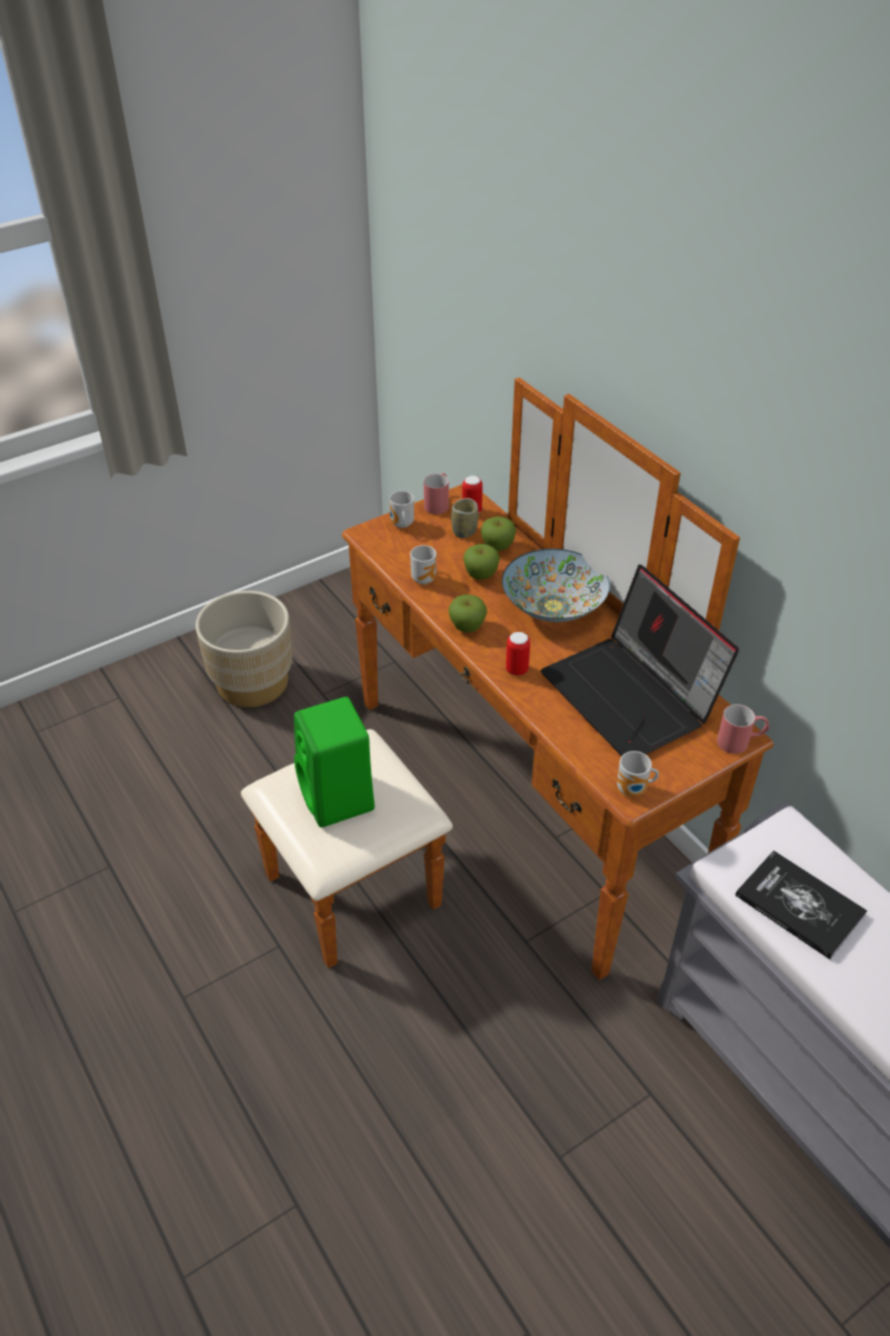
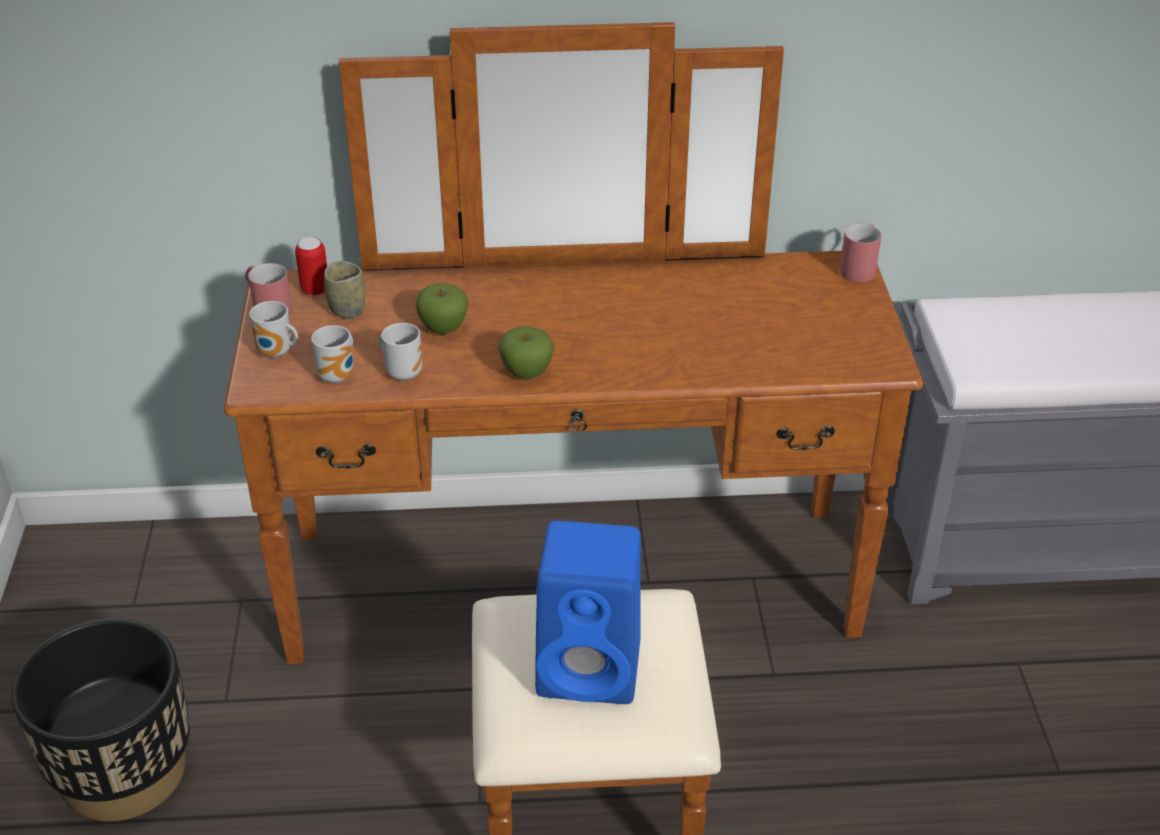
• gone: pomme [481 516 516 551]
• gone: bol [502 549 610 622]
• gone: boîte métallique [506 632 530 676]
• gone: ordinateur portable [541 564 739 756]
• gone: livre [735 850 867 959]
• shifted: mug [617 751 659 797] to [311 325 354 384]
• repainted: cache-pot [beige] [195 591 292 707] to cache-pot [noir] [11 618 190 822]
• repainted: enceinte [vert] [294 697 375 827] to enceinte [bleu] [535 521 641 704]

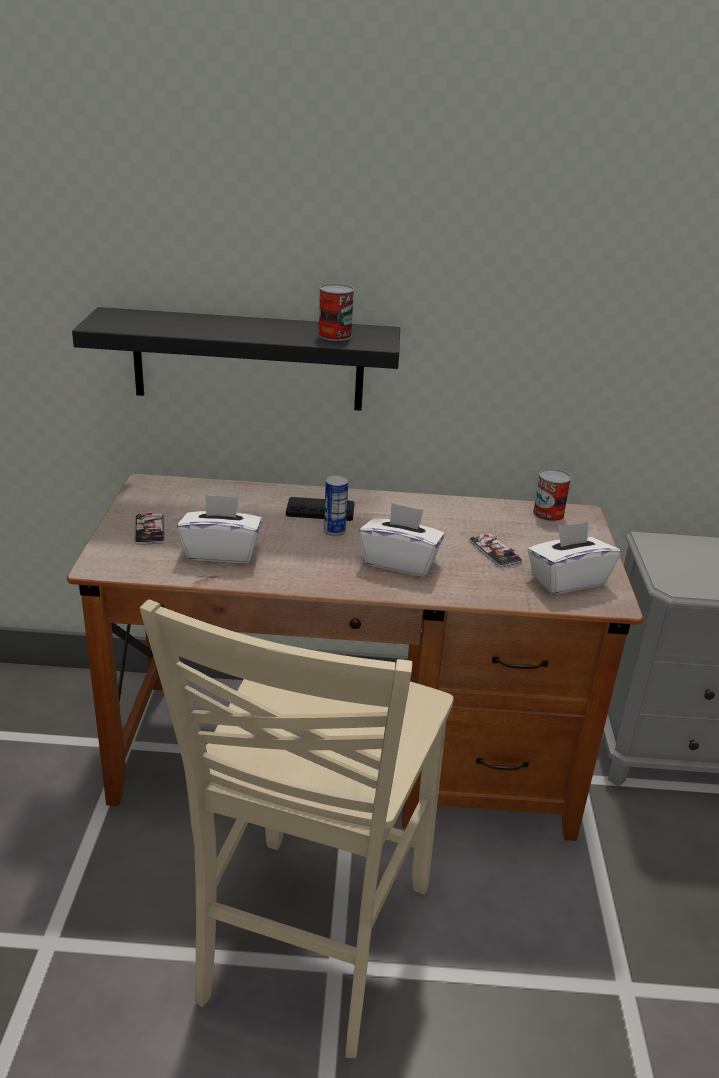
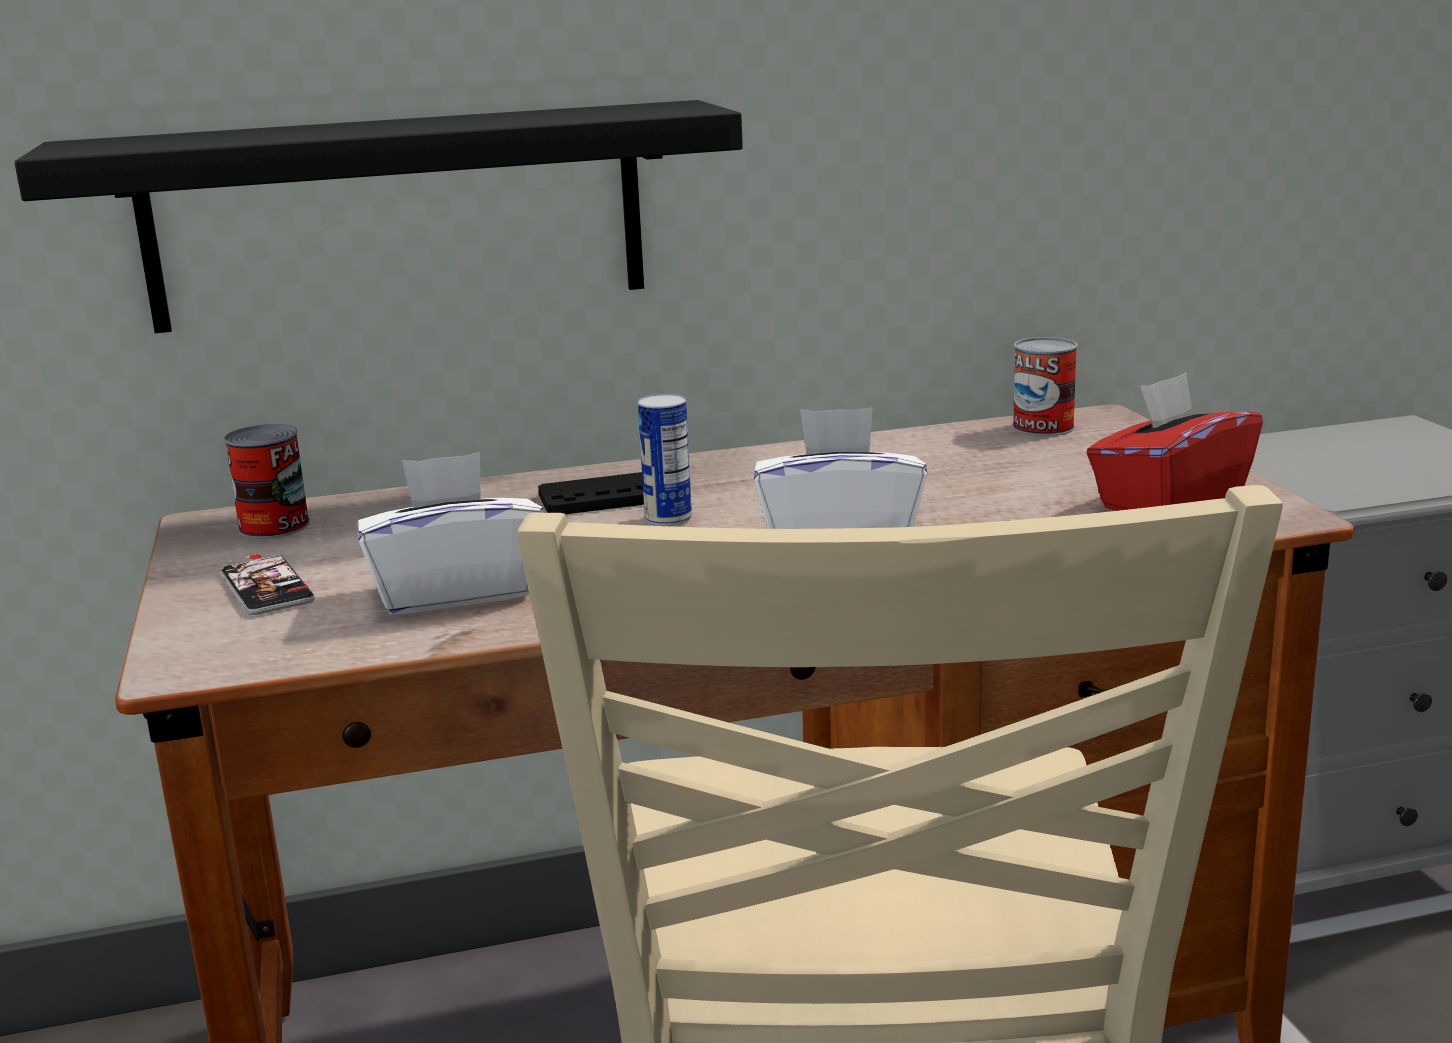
• gone: téléphone [469 532 522 567]
• shifted: boîte métallique [318 284 354 341] to [224 424 310 539]
• repainted: boîte à mouchoirs [blanc] [528 522 620 594] to boîte à mouchoirs [rouge] [1086 373 1263 511]

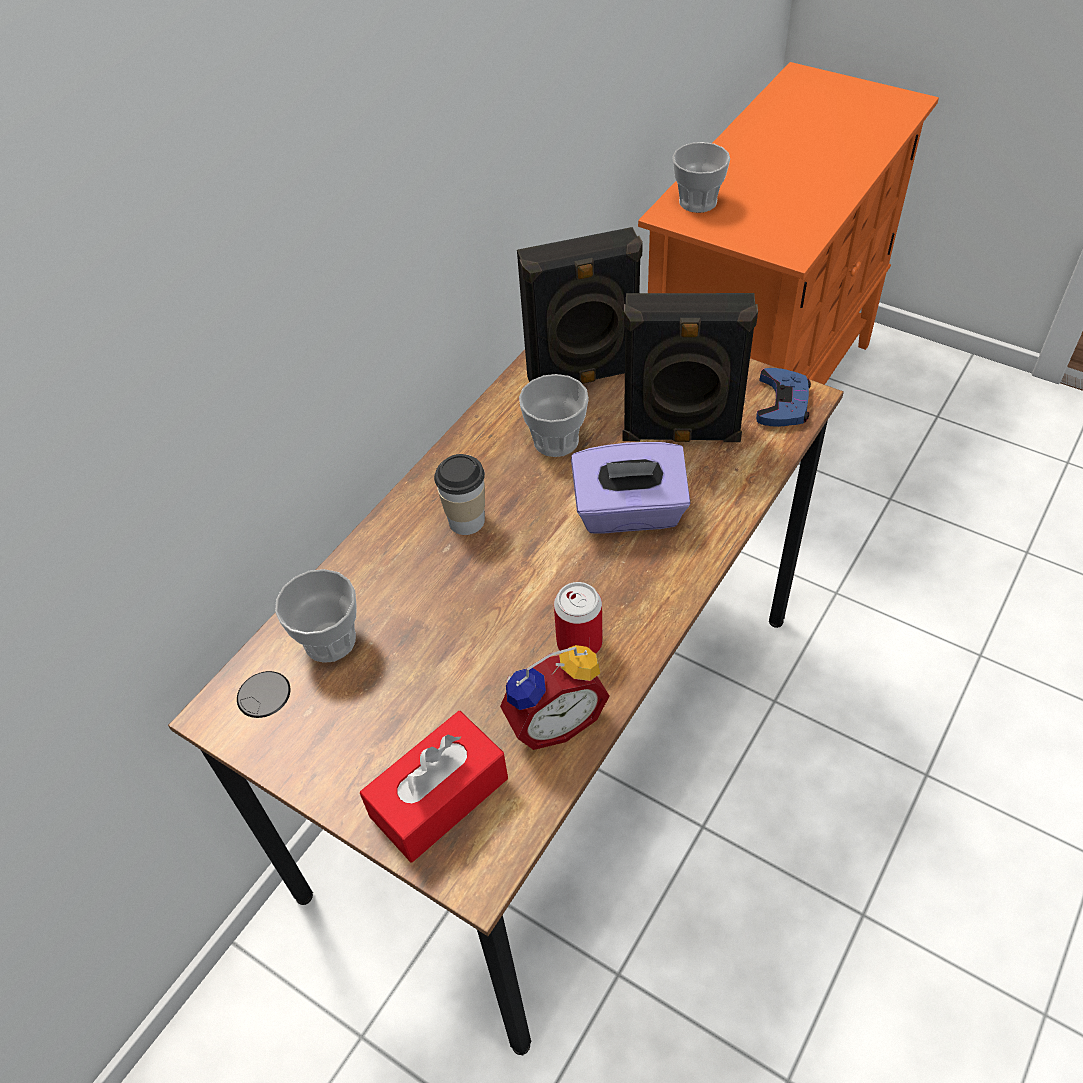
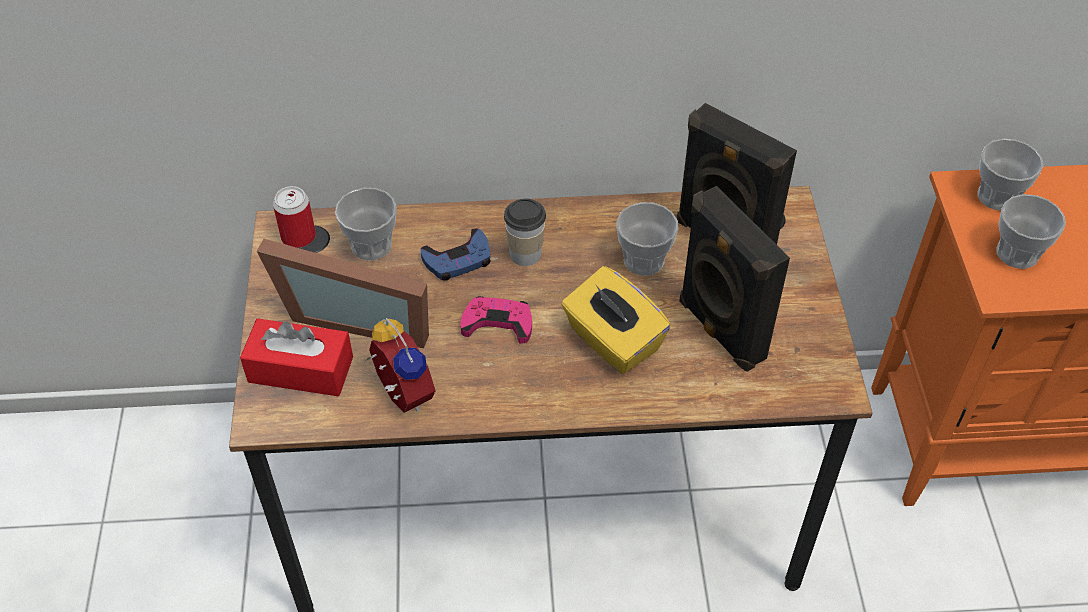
• new: cadre photo [257 238 429 348]
• new: manette [rose] [460 296 532 344]
• new: tasse [996 194 1066 269]
• shifted: boîte métallique [554 582 602 654] to [273 186 316 248]
• shifted: manette [bleu] [756 368 811 427] to [421 228 491 281]
• repainted: boîte à mouchoirs [violet] [571 442 690 533] to boîte à mouchoirs [jaune] [561 266 671 374]
• rotated: réveil [500 645 610 750] = [365 318 436 413] 150 degrees counterclockwise

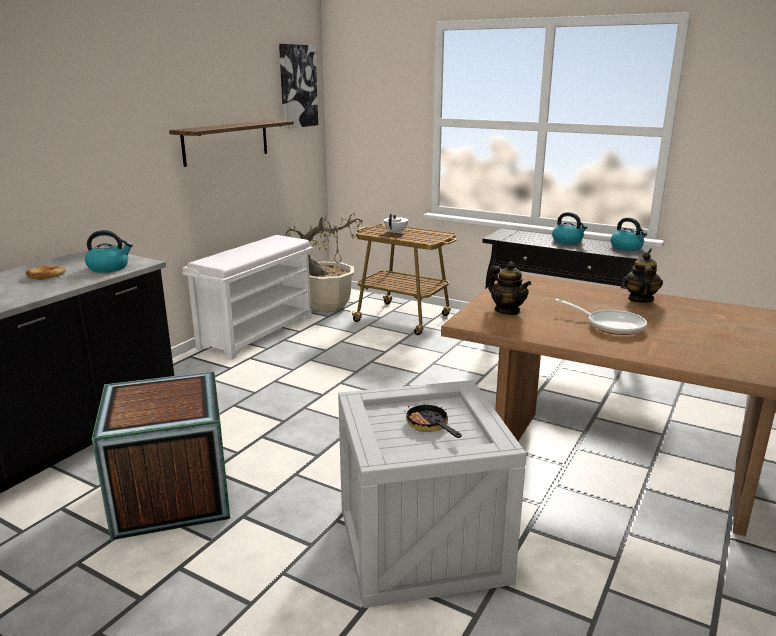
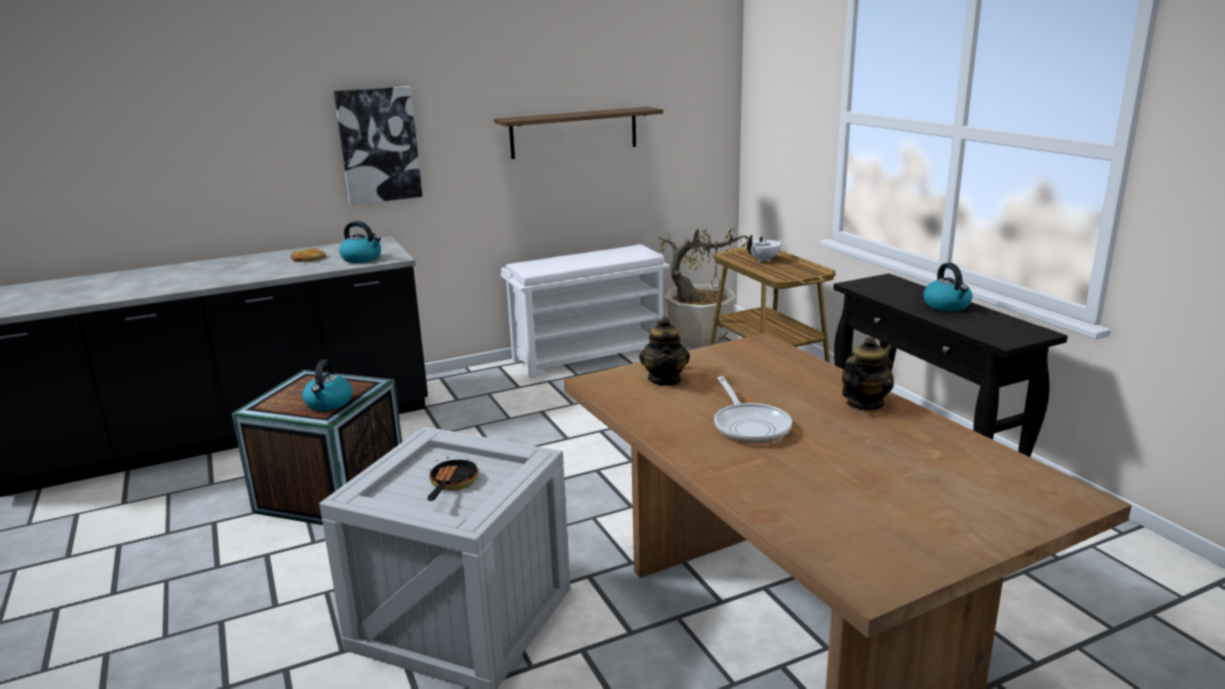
• shifted: tableau [279 44 318 129] to [334 86 422 205]
• shifted: bouilloire [611 217 647 251] to [302 359 353 411]

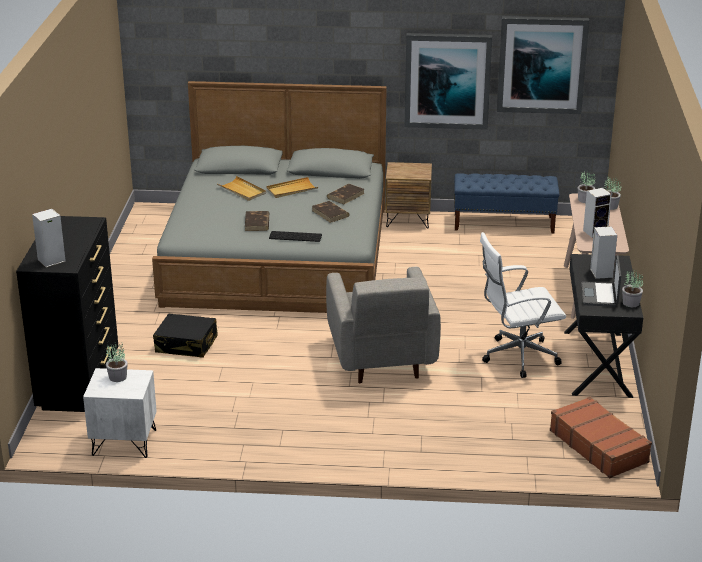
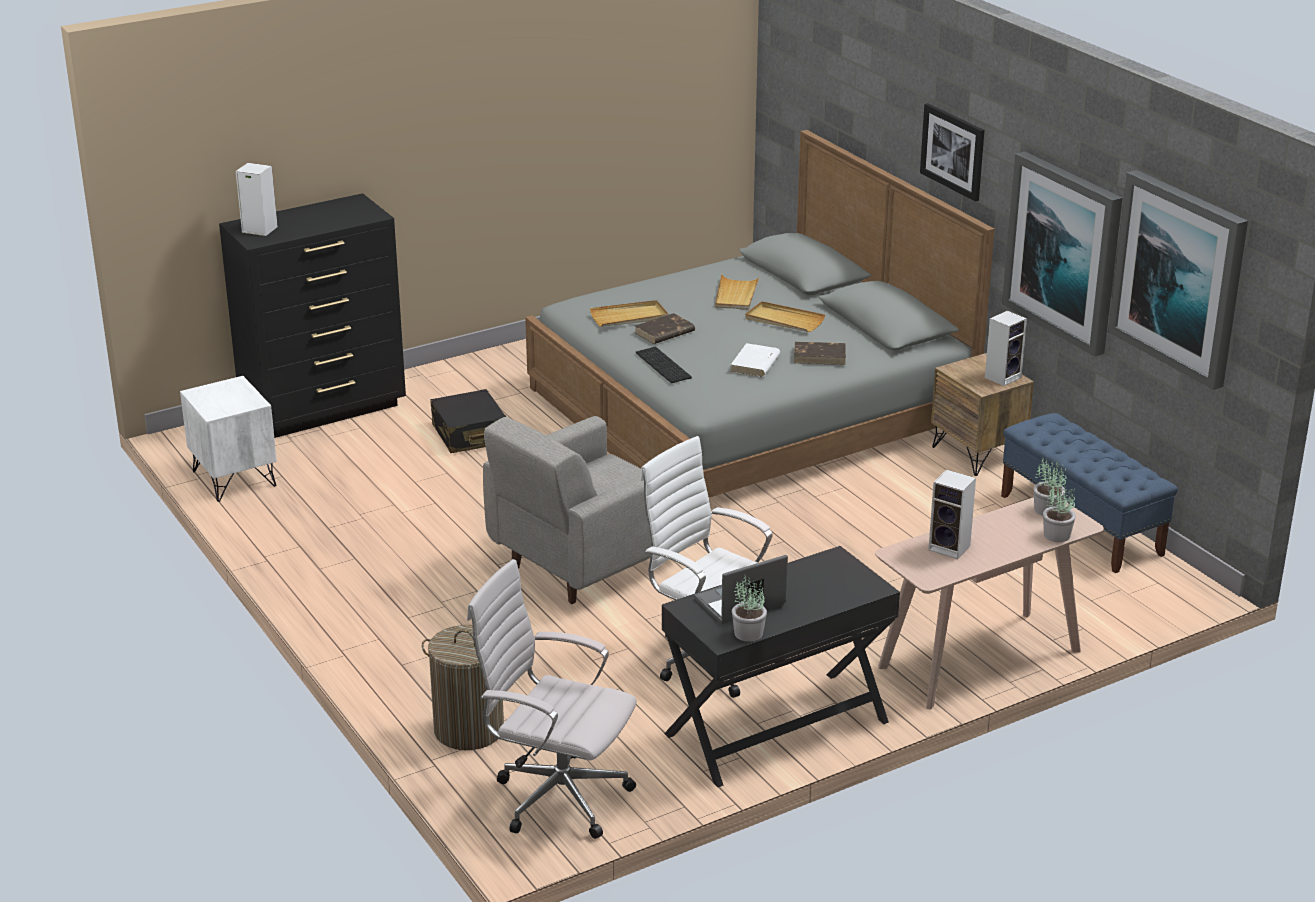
• gone: plante en pot [106 342 128 382]
• new: panier à linge [422 625 504 750]
• new: plateau [beige] [590 300 668 327]
• new: tableau [920 103 984 202]
• shifted: enceinte [590 226 617 279] to [985 311 1027 386]
• swapped: valise [marron] [550 397 652 478] to chaise de bureau [blanc] [467 559 637 839]
• repainted: livre [marron] [312 201 350 223] to livre [blanc] [730 343 780 377]

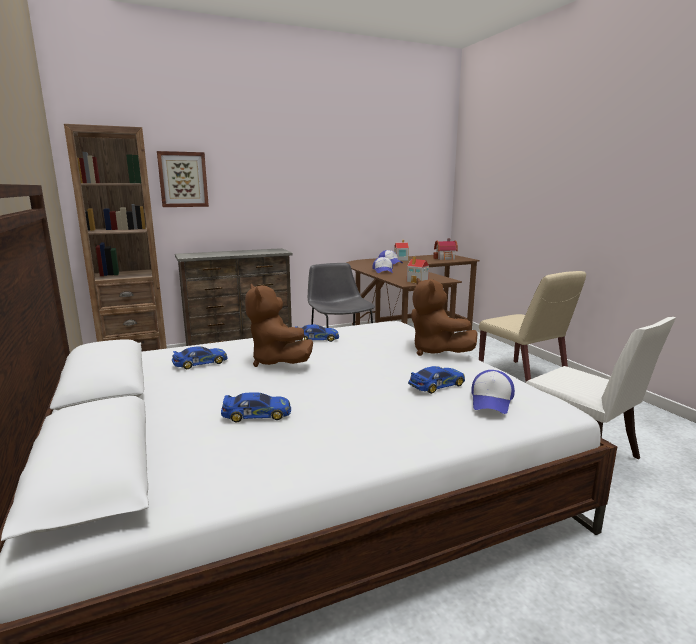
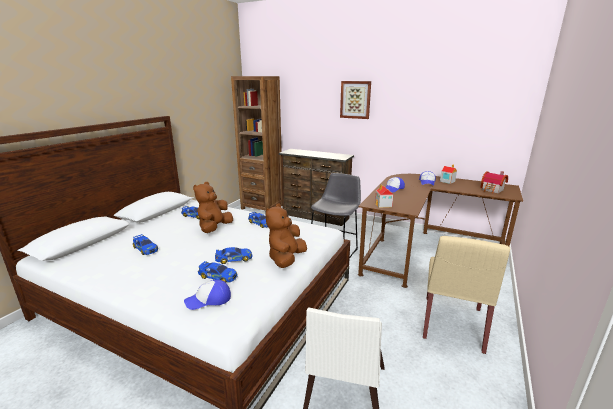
• new: petite voiture [215 247 252 264]
• shifted: tableau [157 151 209 207] to [340 81 371 119]

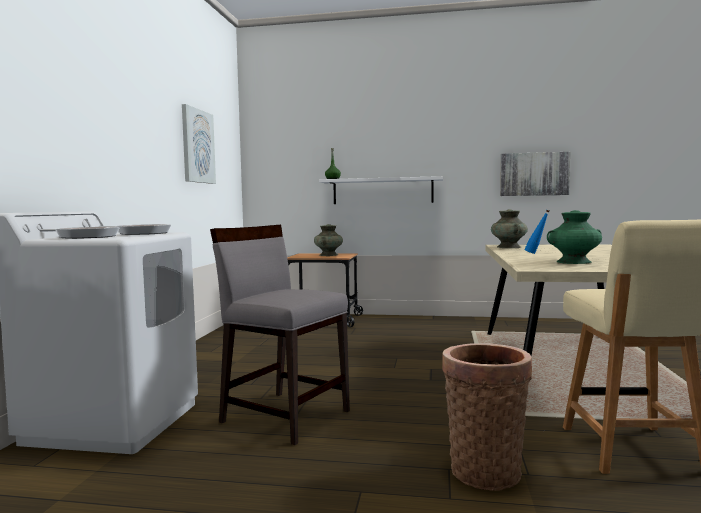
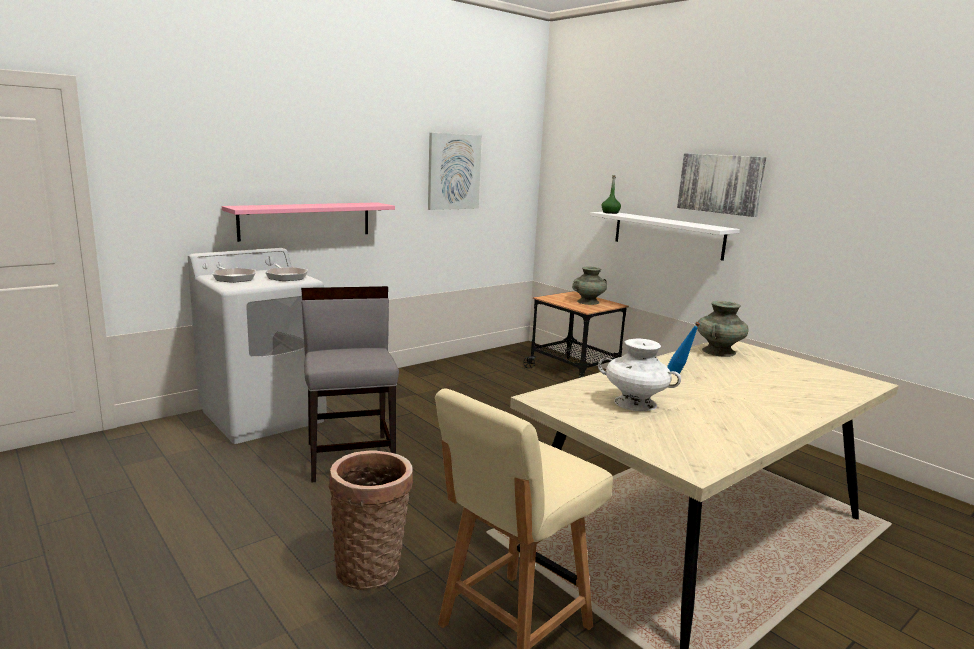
• new: étagère [rose] [222 202 395 242]
• shifted: tableau [500 152 570 196] to [677 153 766 217]
• repainted: vase [vert] [547 210 602 264] to vase [blanc] [598 339 681 411]

